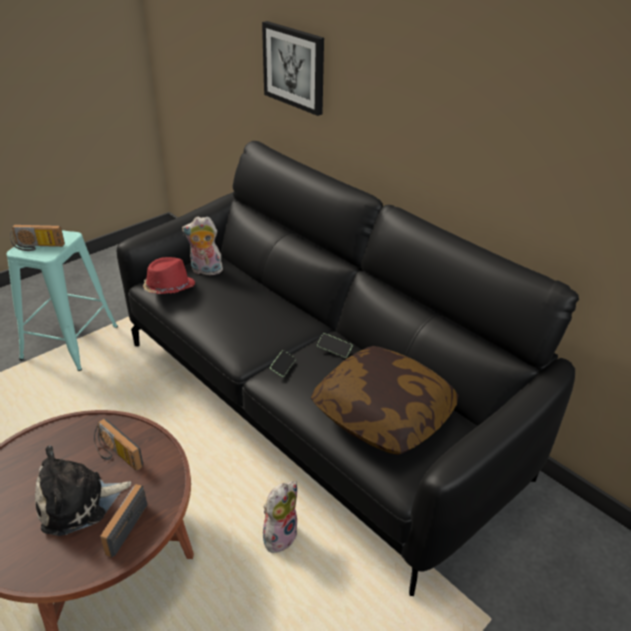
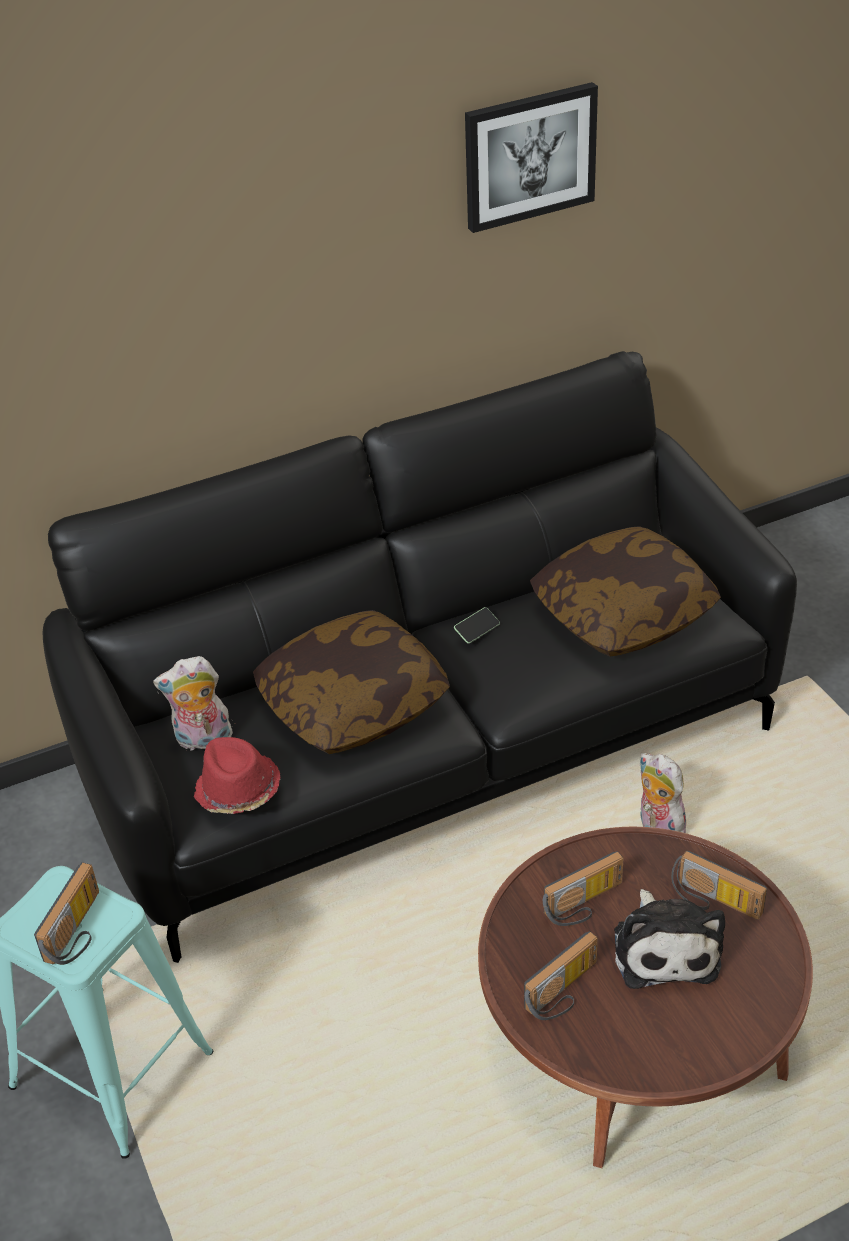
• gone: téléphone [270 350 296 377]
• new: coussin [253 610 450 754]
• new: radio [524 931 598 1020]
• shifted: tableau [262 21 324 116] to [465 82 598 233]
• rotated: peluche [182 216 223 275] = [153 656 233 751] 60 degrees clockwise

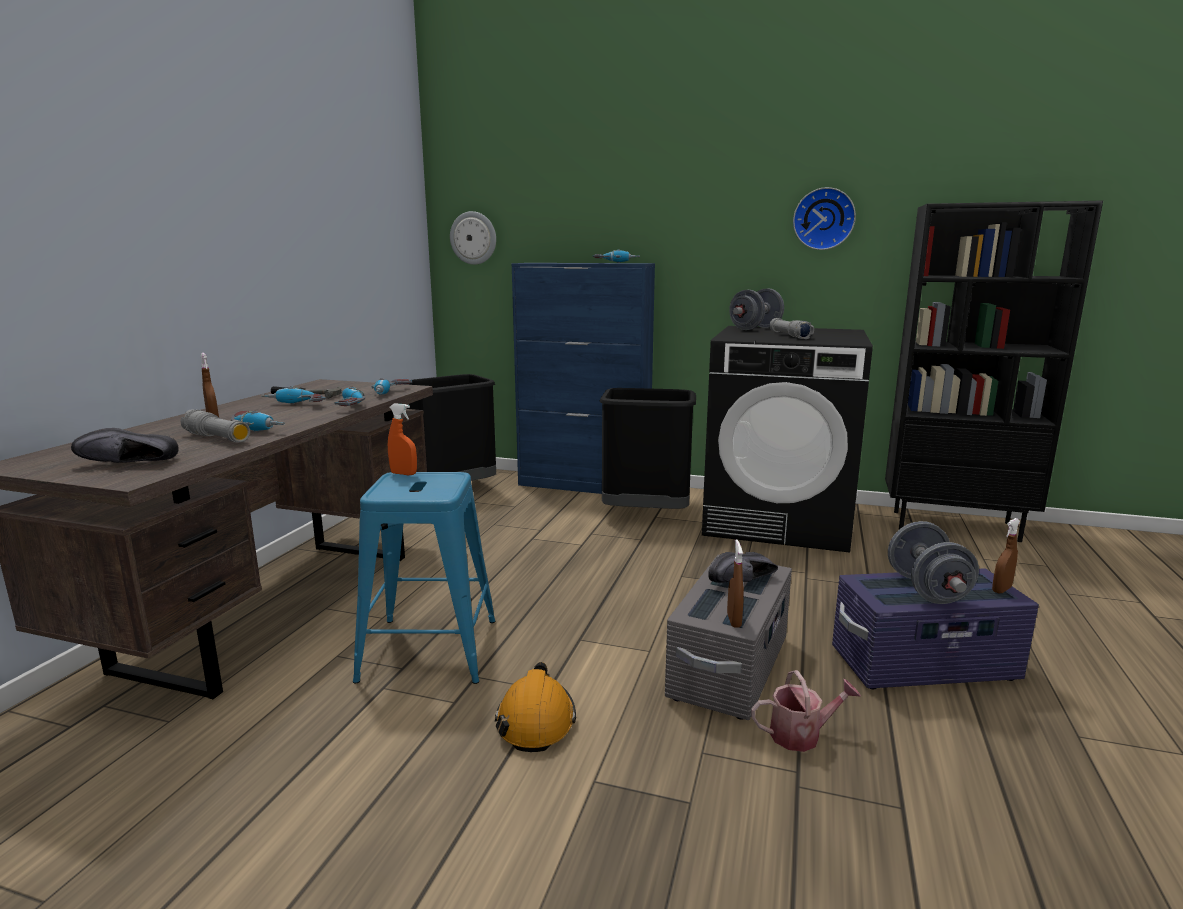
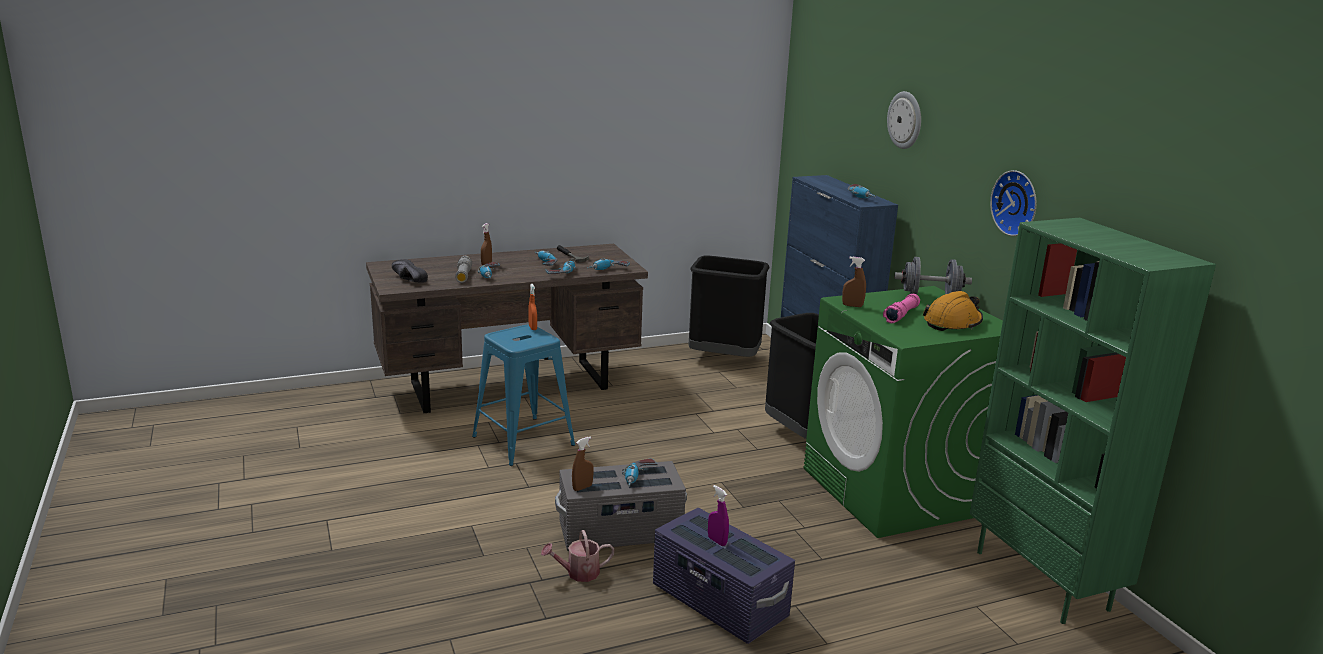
• shifted: horloge murale [450 211 496 265] to [887 91 921 149]
• shifted: casque de chantier [orange] [495 662 576 752] to [923 291 983 331]
• shifted: vaporisateur [marron] [992 518 1020 593] to [842 256 866 307]
• swapped: chaussure [noir] [708 552 778 583] to perceuse [622 458 658 487]
• swapped: haltère [gris] [888 521 979 604] to vaporisateur [violet] [708 485 729 546]
• repainted: lave-linge [noir] [702 326 873 553] to lave-linge [vert] [804 286 1003 538]
• repainted: lampe de poche [gris] [769 318 814 339] to lampe de poche [rose] [883 294 920 323]
• repainted: bibliothèque [noir] [885 201 1103 542] to bibliothèque [vert] [970 218 1216 624]
• rotated: arrosoir [751 670 861 752] = [541 530 614 582] 120 degrees clockwise

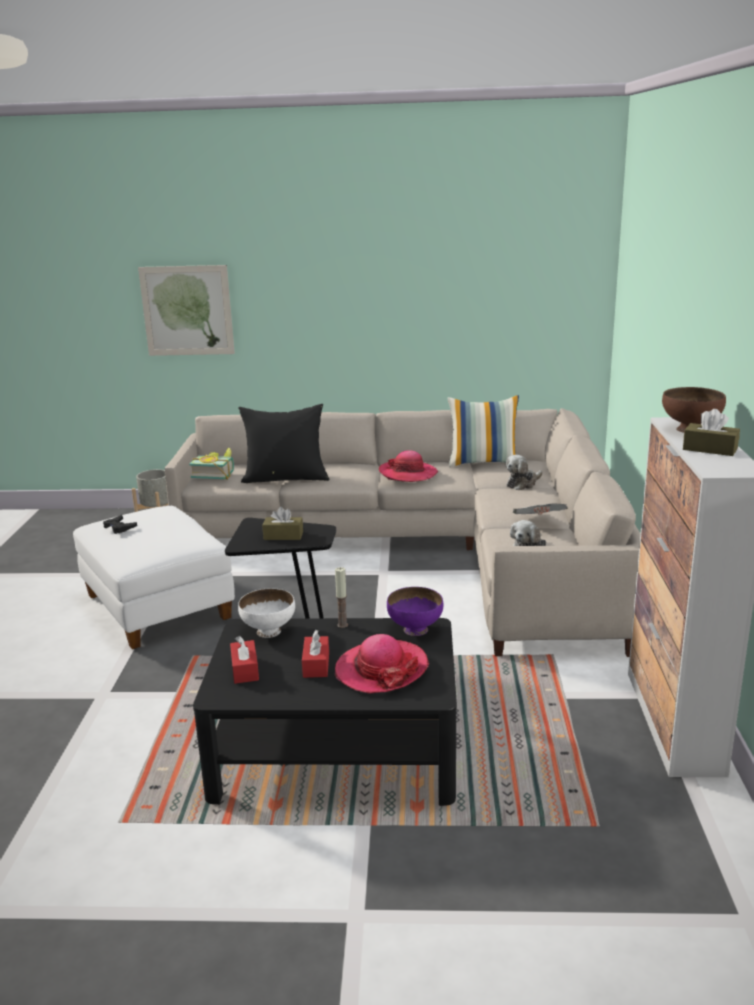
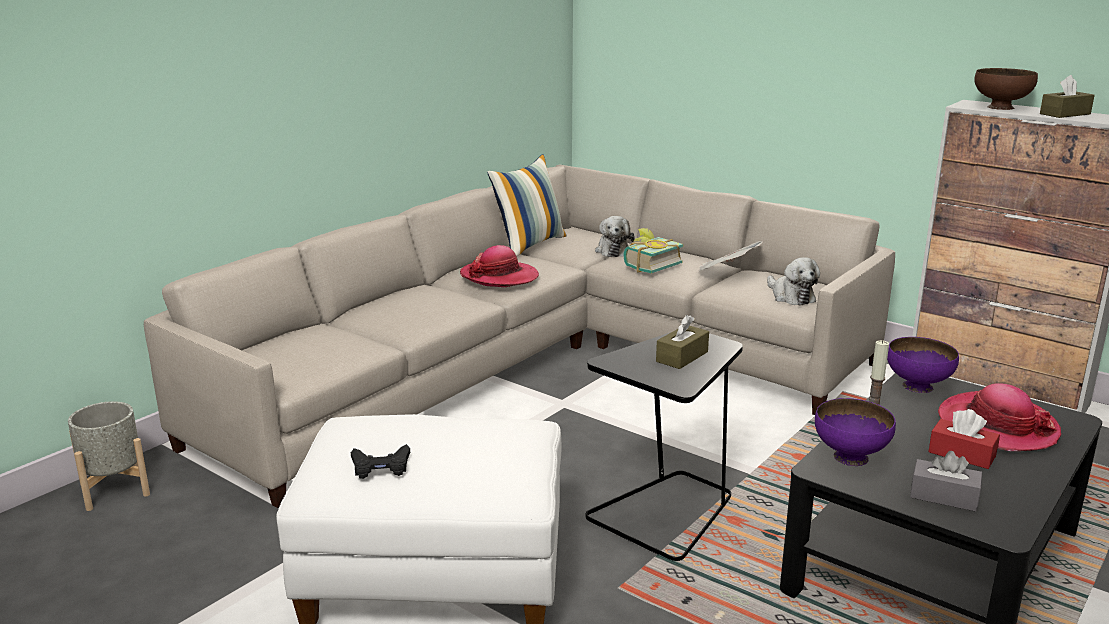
• gone: tableau [138 265 235 356]
• gone: coussin [noir] [238 404 329 483]
• shifted: livre [189 448 234 480] to [623 228 683 273]
• repainted: boîte à mouchoirs [rouge] [230 636 259 684] to boîte à mouchoirs [gris] [910 451 982 512]
• repainted: bol [blanc] [238 588 295 638] to bol [violet] [815 398 896 466]

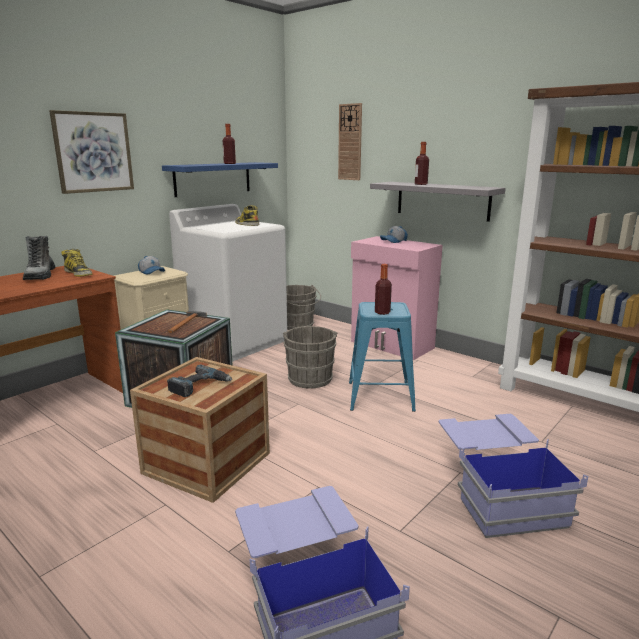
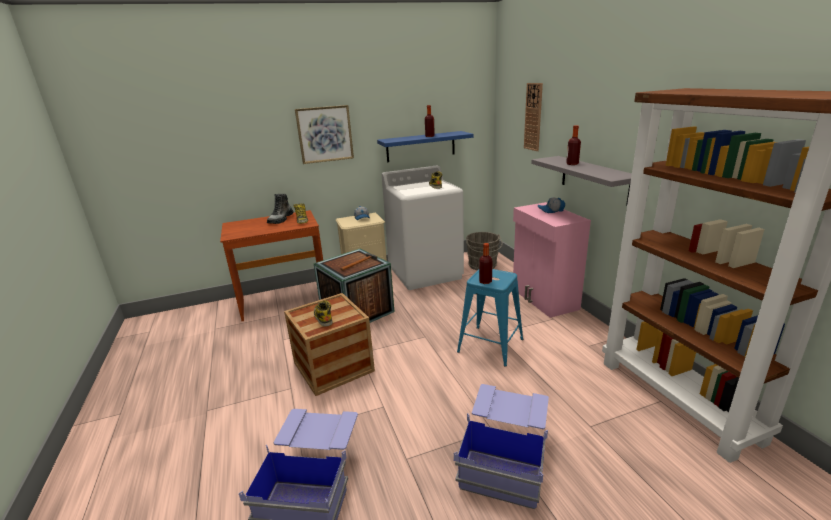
• gone: seau [gris] [283 326 337 388]
• swapped: perceuse [167 365 232 397] to botte [314 301 333 327]

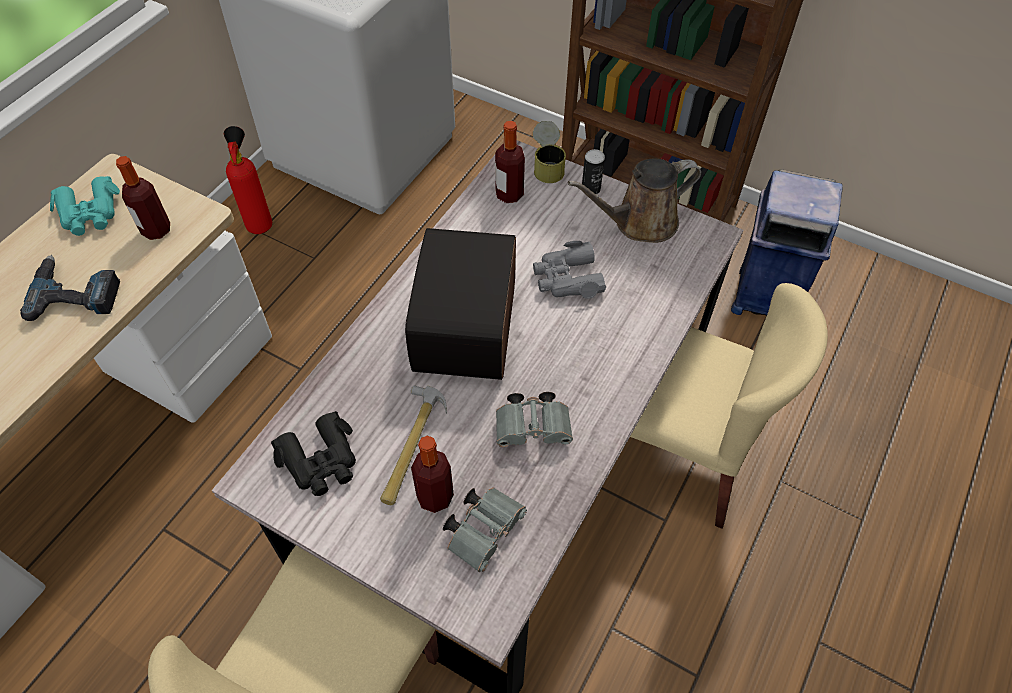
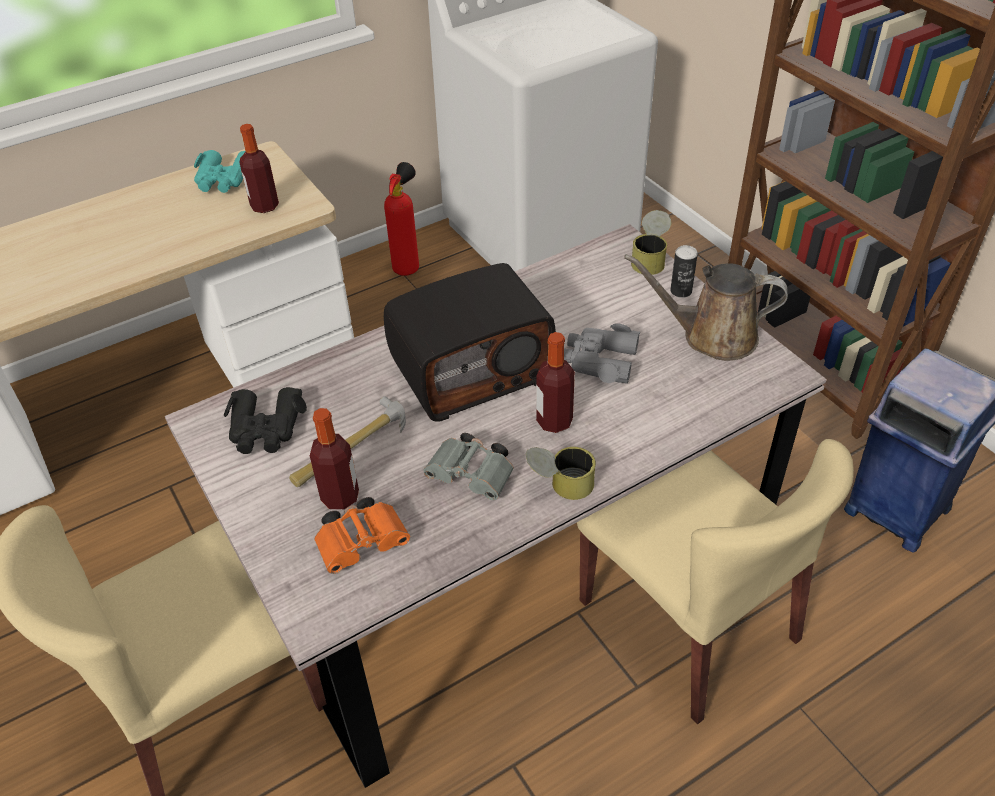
• gone: perceuse [20 255 120 321]
• new: boîte métallique [526 447 596 500]
• shifted: bouteille [495 121 525 203] to [536 332 575 433]
• repainted: jumelles [gris] [443 487 527 572] to jumelles [orange] [314 497 410 574]
• rotated: radio [405 228 516 380] = [384 263 556 422] 150 degrees counterclockwise

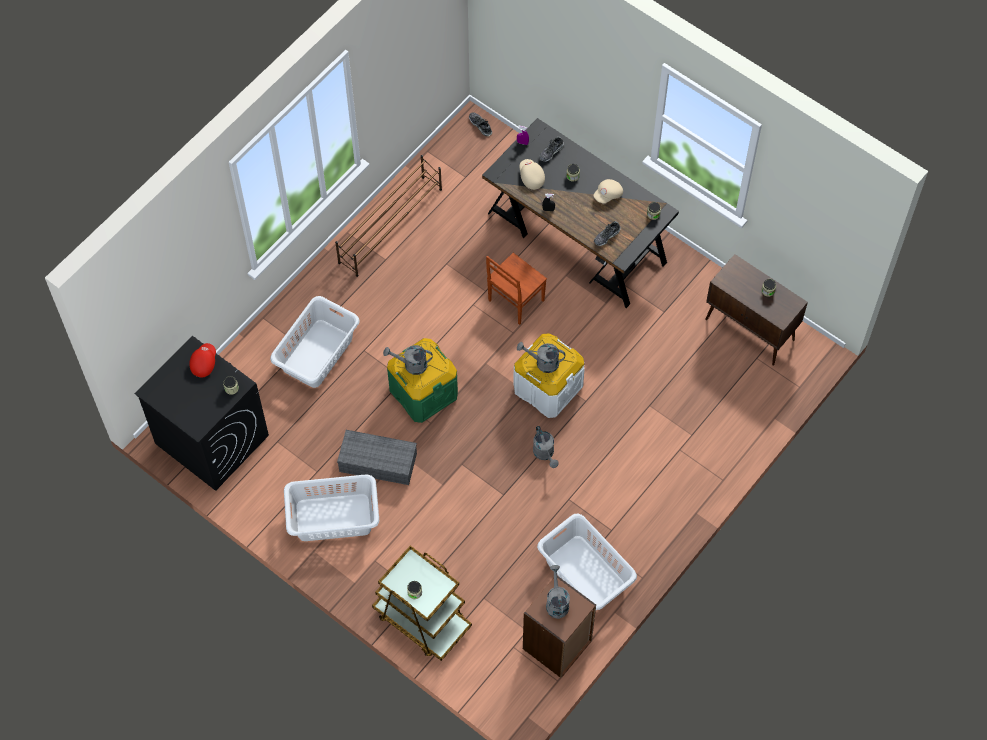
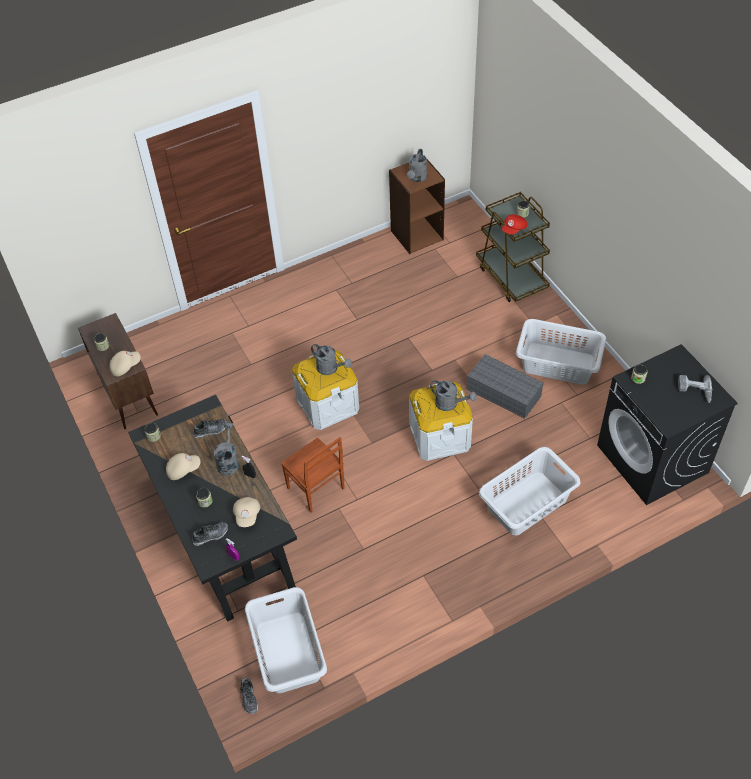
• gone: étagère à chaussures [marron] [335 155 442 277]
• new: casquette [beige] [109 351 141 376]
• new: perceuse [678 375 712 403]
• shifted: casquette [rouge] [189 343 216 377] to [501 214 527 234]
• shifted: arrosoir [gris] [533 426 559 468] to [214 423 239 476]
• shifted: panier à linge [blanc] [537 514 637 610] to [245 587 327 693]
• repainted: boîte de rangement [vert] [387 338 458 423] to boîte de rangement [blanc] [409 381 473 461]
• rotated: chaise [marron] [486 253 547 325] = [281 437 345 513] 75 degrees clockwise

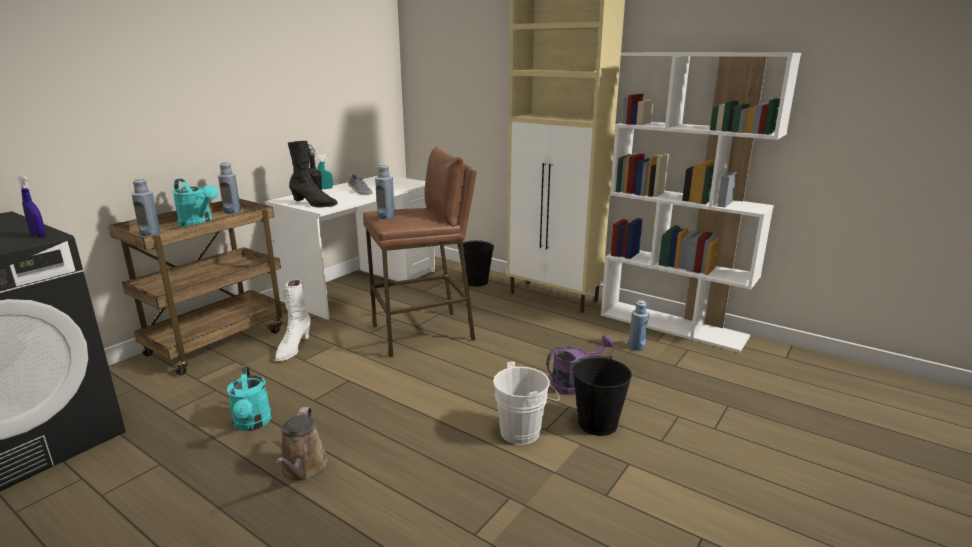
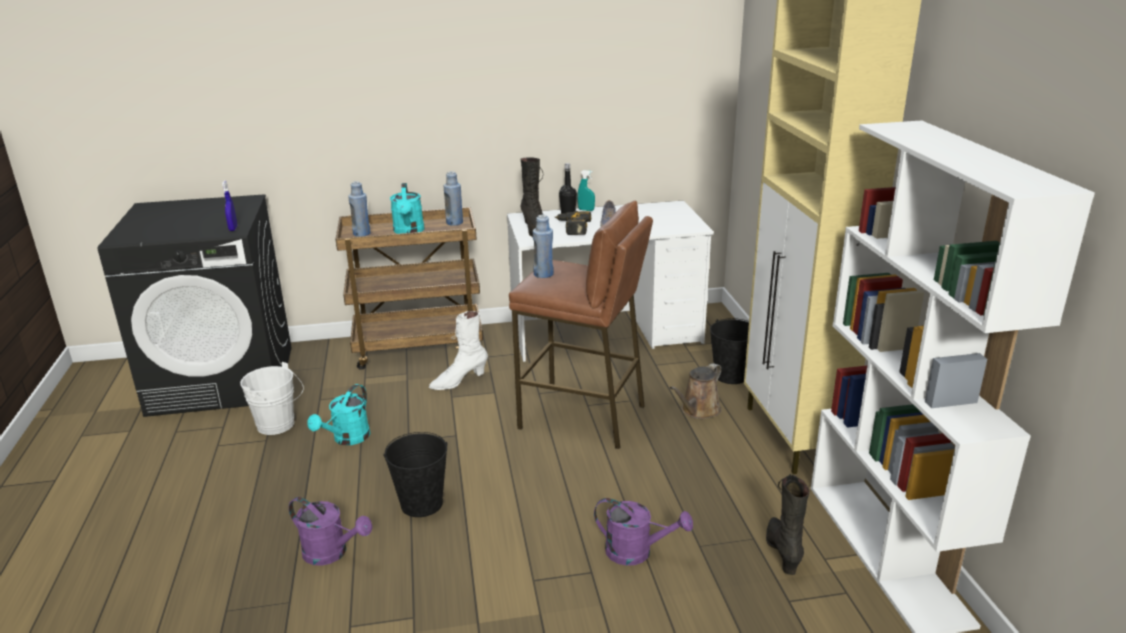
• new: arrosoir [violet] [289 497 373 566]
• new: perceuse [555 211 591 235]
• shifted: arrosoir [marron] [276 407 330 483] to [670 363 722 419]
• shifted: seau [blanc] [493 362 559 445] to [240 362 304 435]
• shifted: seau [noir] [572 356 632 436] to [383 432 448 517]
• swapped: bouteille [bleu] [628 300 649 351] to botte [noir] [766 474 809 575]

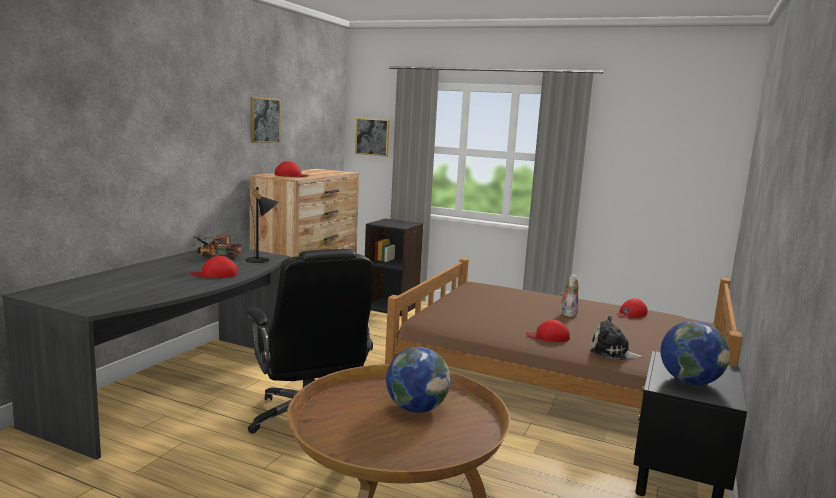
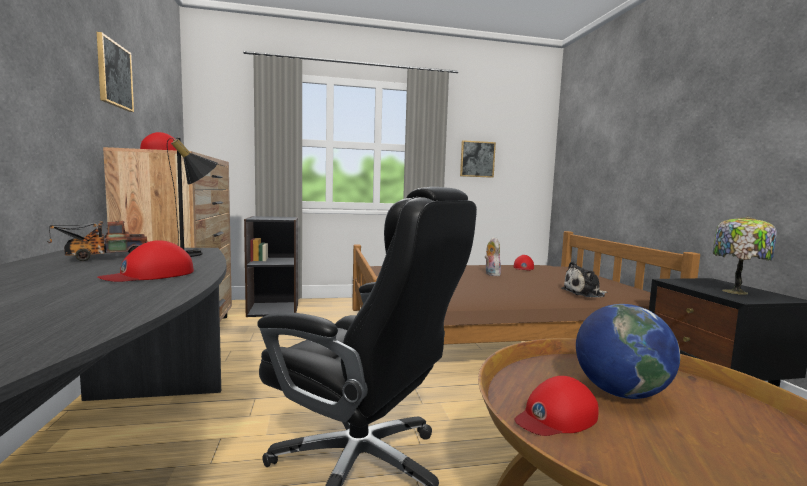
• shifted: tableau [355 118 390 157] to [460 140 496 178]
• shifted: casquette [rouge] [526 320 570 342] to [515 376 599 436]
• swapped: globe [660 321 730 385] to lampe de table [713 216 777 295]

